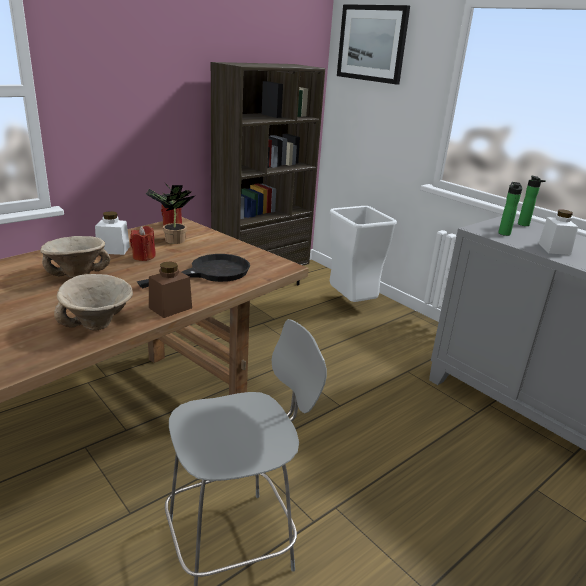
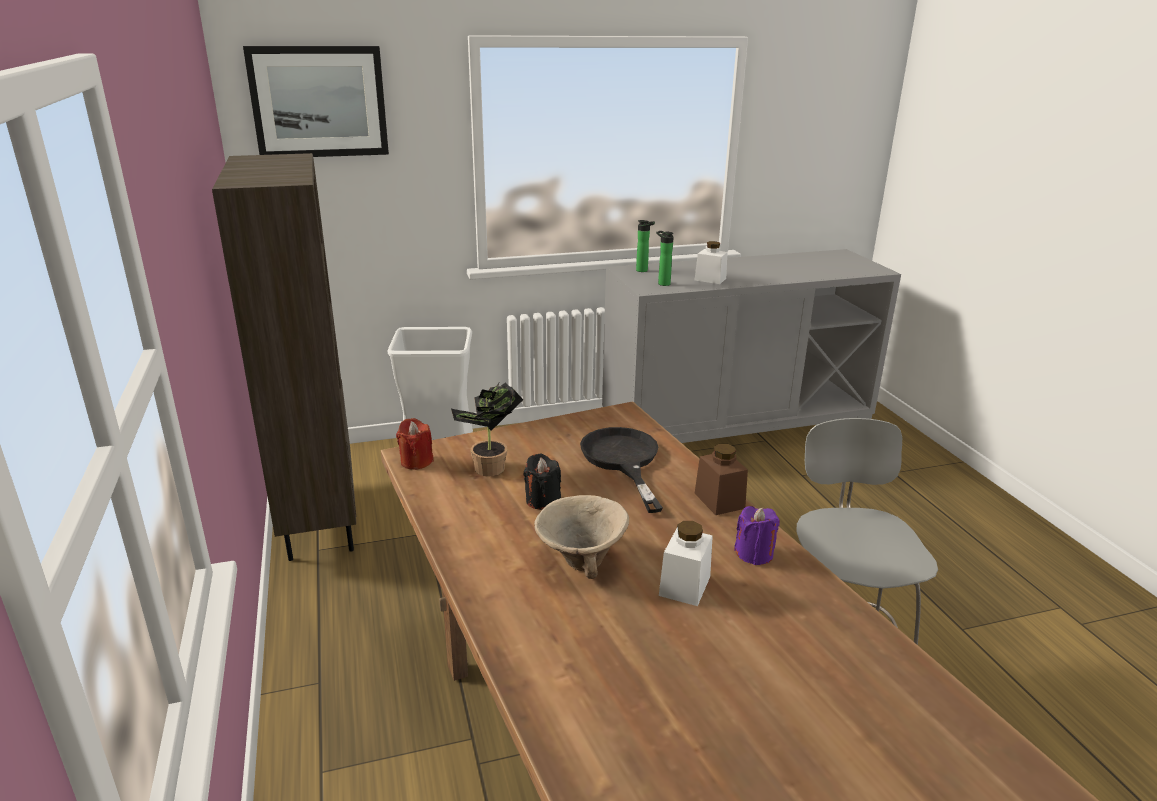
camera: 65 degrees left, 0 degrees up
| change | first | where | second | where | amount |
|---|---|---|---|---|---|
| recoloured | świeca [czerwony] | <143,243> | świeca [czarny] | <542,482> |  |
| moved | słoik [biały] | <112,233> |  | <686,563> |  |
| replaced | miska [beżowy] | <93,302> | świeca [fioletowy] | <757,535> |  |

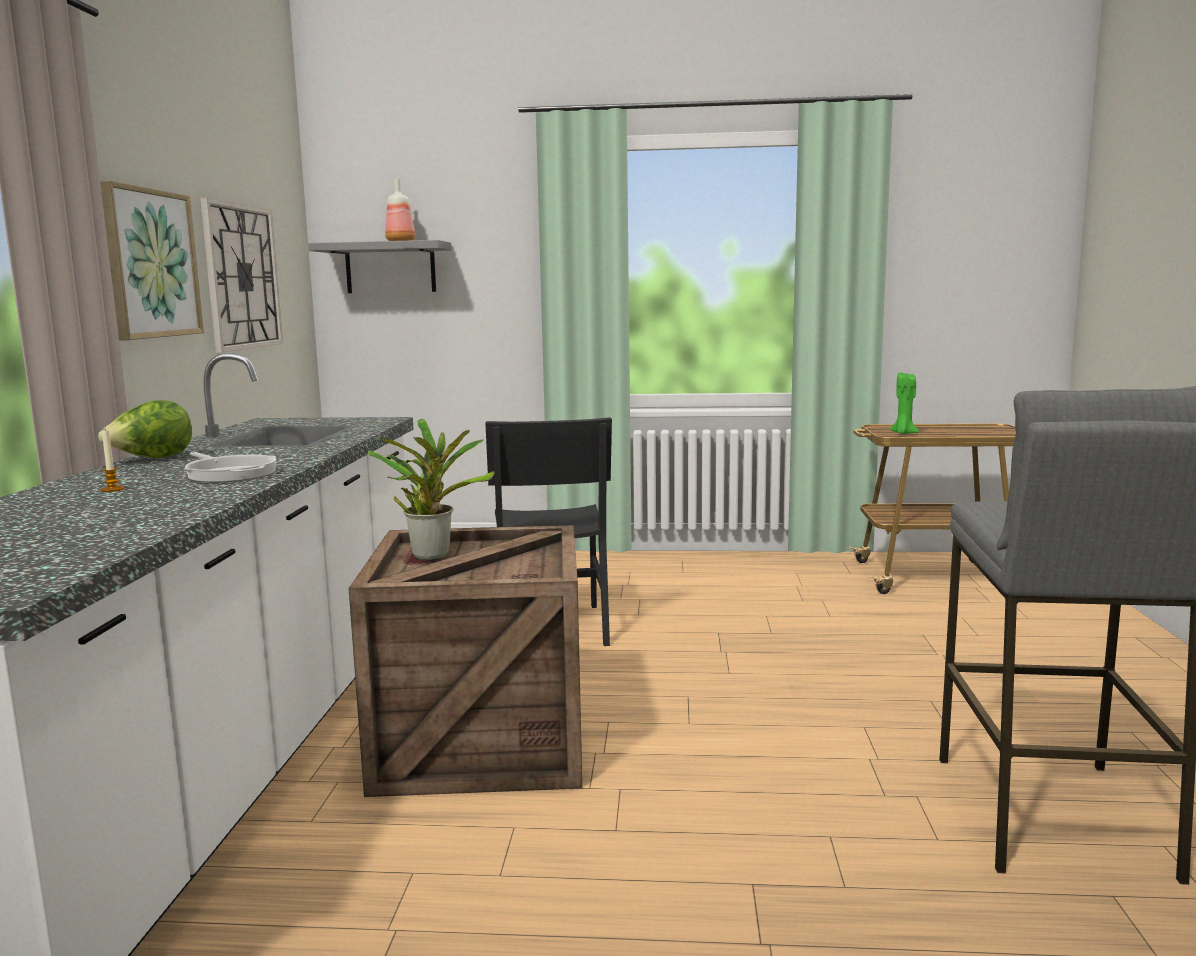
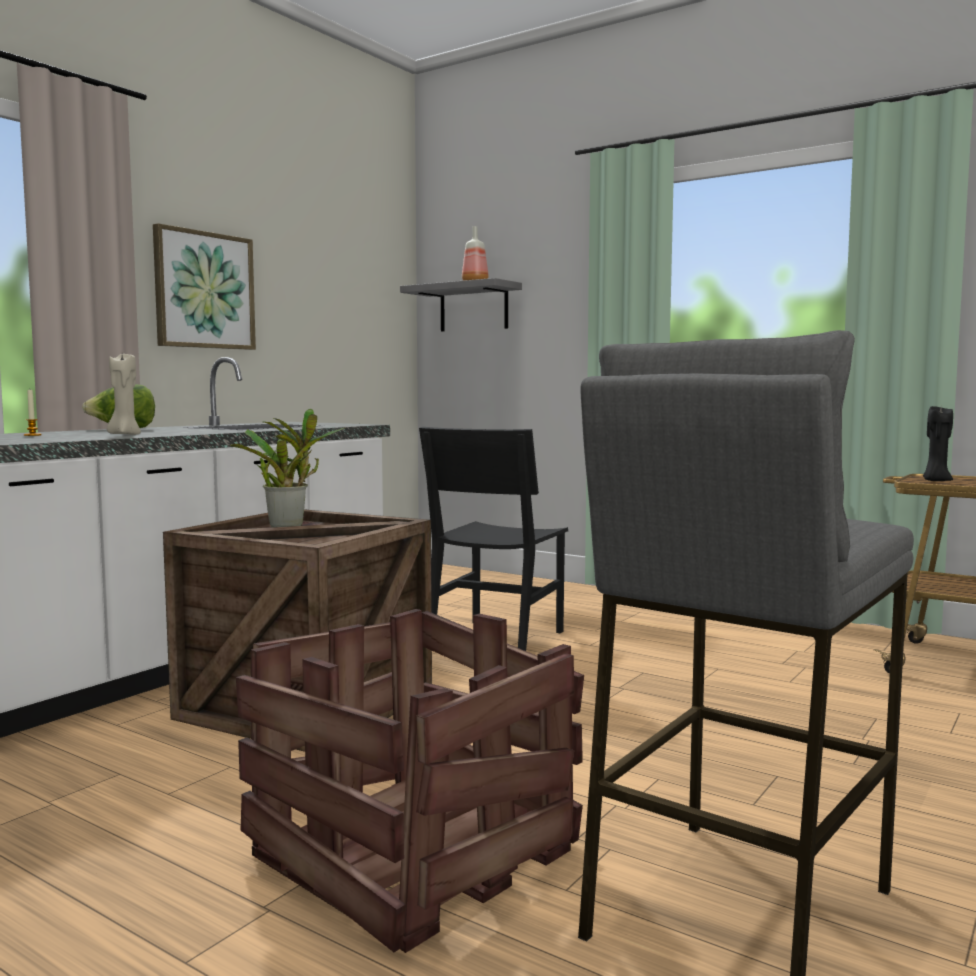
camera: 30 degrees right, 5 degrees down
| change | first | where | second | where | amount |
|---|---|---|---|---|---|
| replaced | patelnia | <230,467> | świeca [beżowy] | <124,394> |  |
| added |  |  | skrzynka | <410,781> |  |
| recoloured | świeca [zielony] | <904,403> | świeca [czarny] | <938,443> |  |
| removed | zegar ścienny | <241,275> |  |  |  |

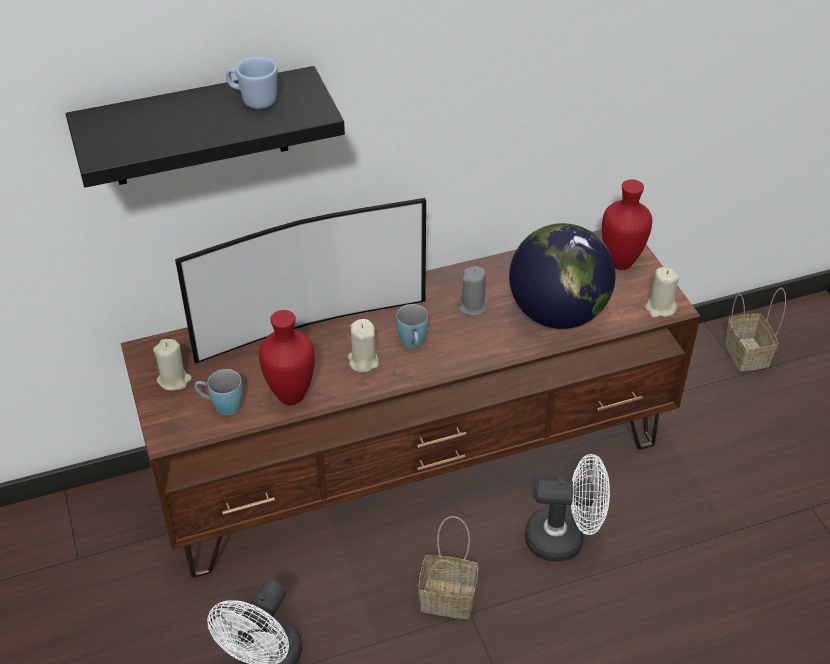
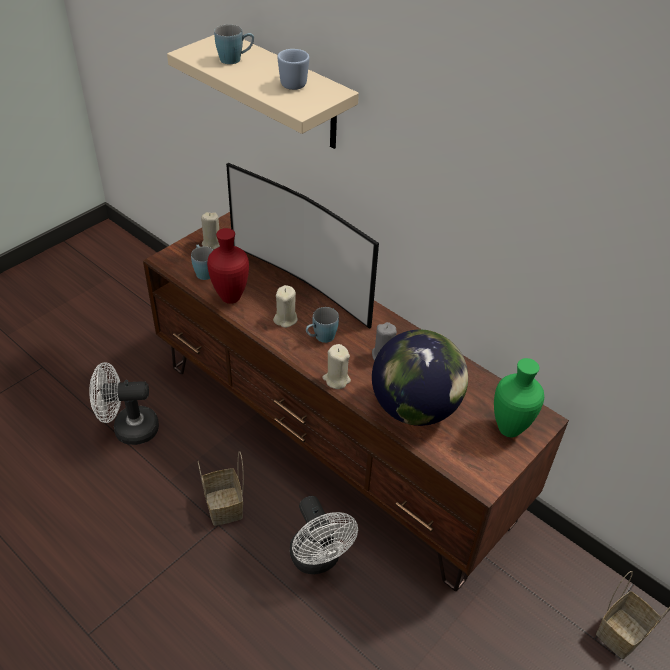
camera: 60 degrees right, 0 degrees up
| change | first | where | second | where | amount |
|---|---|---|---|---|---|
| recoloured | półka [czarny] | <205,127> | półka [beżowy] | <263,92> |  |
| added |  |  | kubek [niebieski] | <234,44> |  |
| moved | świeca [beżowy] | <662,292> |  | <336,366> |  |
| recoloured | wazon [czerwony] | <627,224> | wazon [zielony] | <519,397> |  |

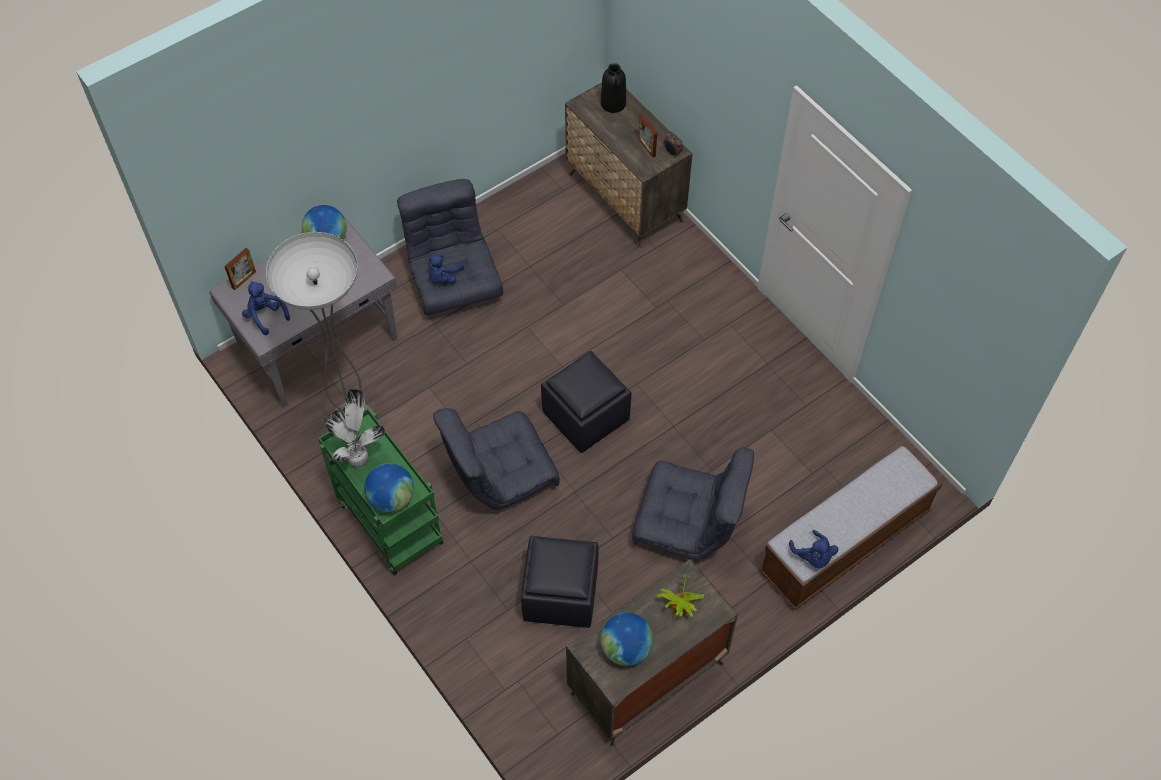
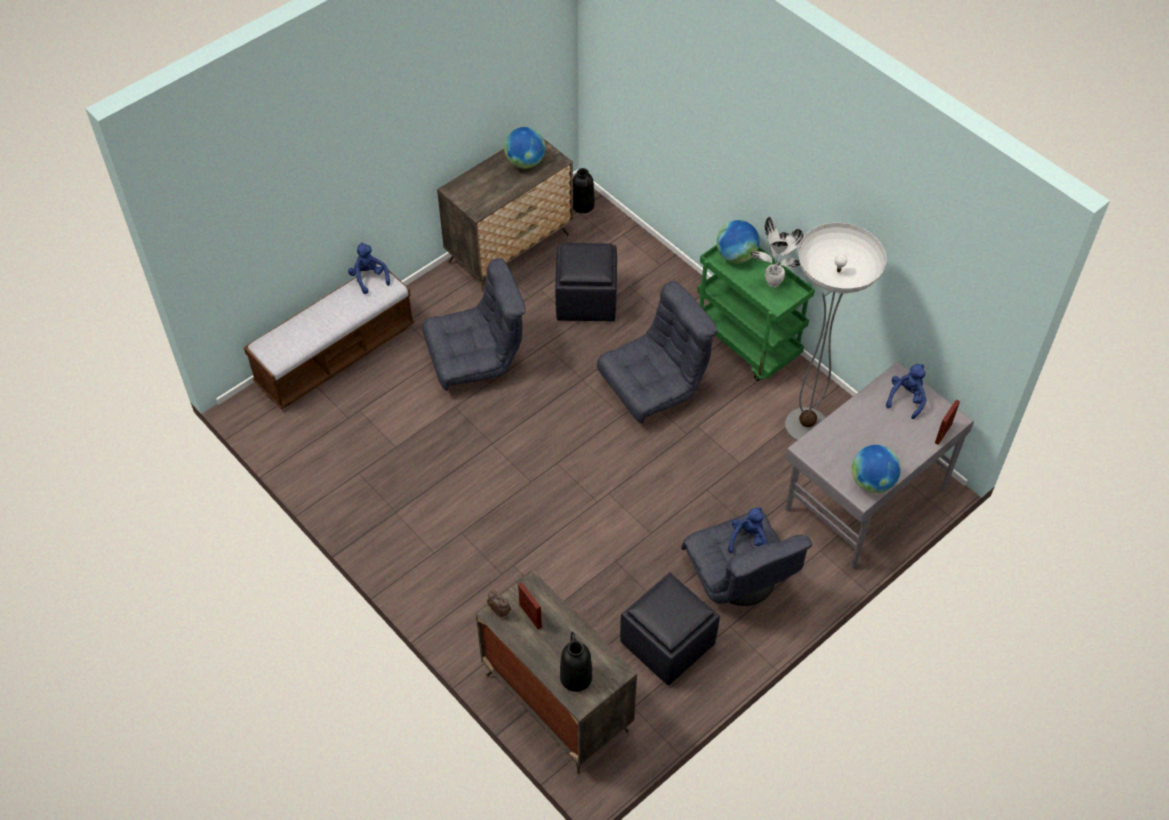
camera: 175 degrees right, 5 degrees down
| change | first | where | second | where | amount |
|---|---|---|---|---|---|
| turned | fotel [szary] | <693,503> |  | <474,324> | 150 degrees clockwise |
| added |  |  | wazon [czarny] | <584,190> |  |
| moved | pufa [czarny] | <586,402> |  | <670,629> |  |
| turned | pluszak [niebieski] | <266,308> |  | <906,391> | 105 degrees counterclockwise |
| removed | roślina doniczkowa | <680,595> |  |  |  |

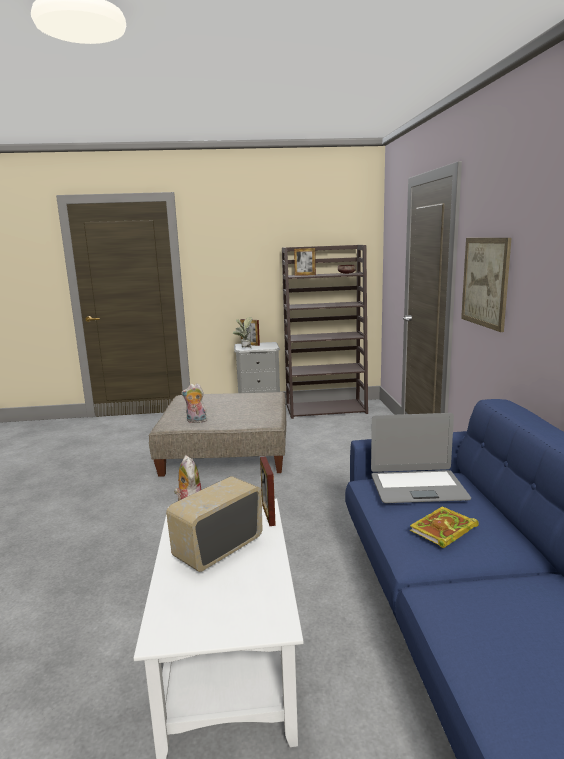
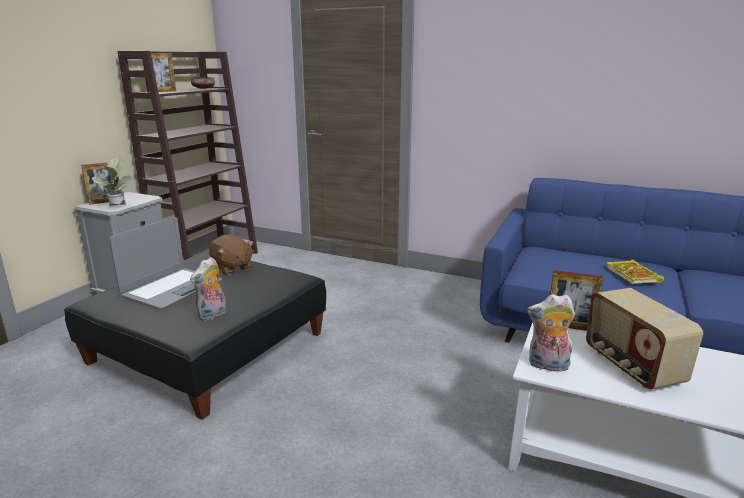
camera: 60 degrees left, 5 degrees up
| change | first | where | second | where | amount |
|---|---|---|---|---|---|
| recoloured | pufa [beżowy] | <217,434> | pufa [czarny] | <195,335> |  |
| moved | laptop | <421,458> |  | <165,263> |  |
| added |  |  | pluszak [brązowy] | <231,255> |  |
| removed | obraz | <486,285> |  |  |  |

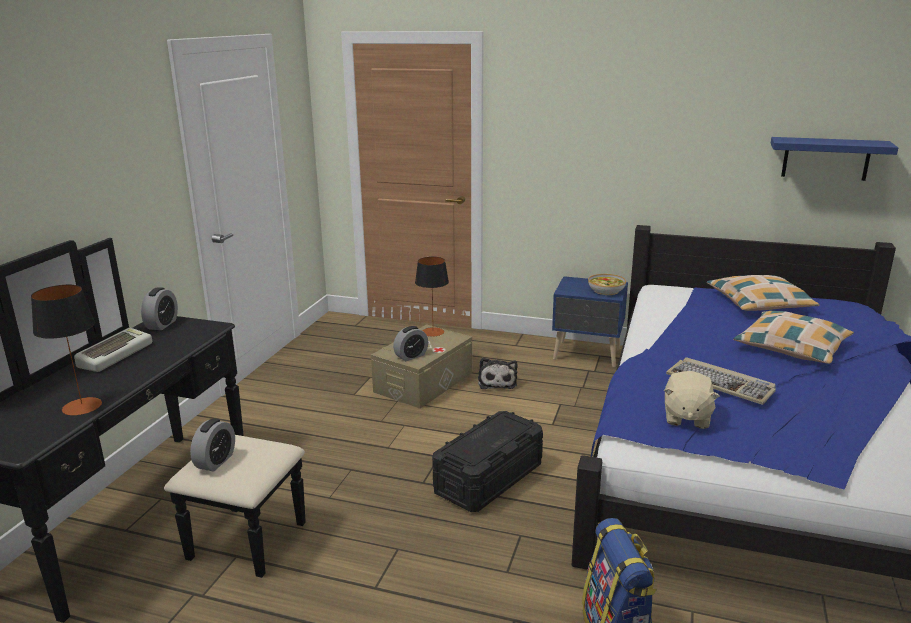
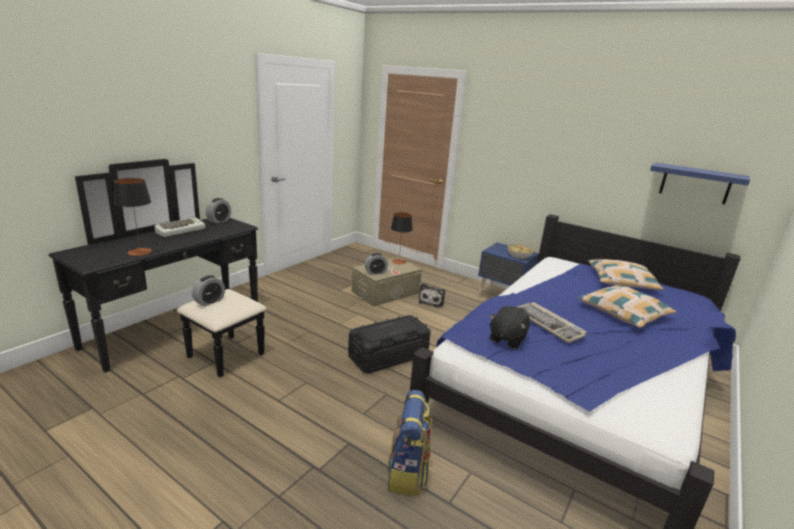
camera: 15 degrees right, 0 degrees up
| change | first | where | second | where | amount |
|---|---|---|---|---|---|
| recoloured | pluszak [beżowy] | <692,400> | pluszak [czarny] | <509,327> |  |

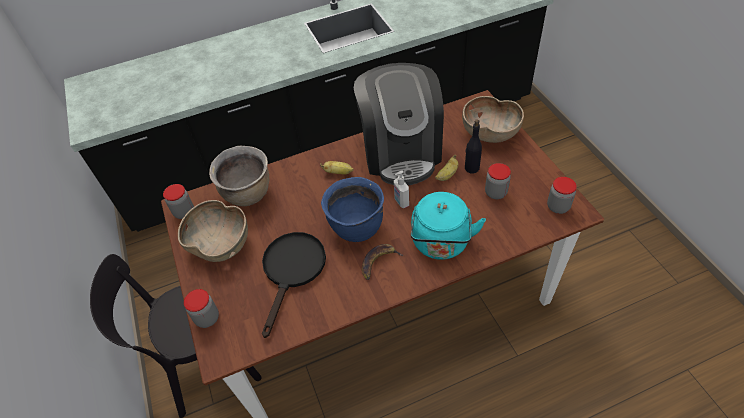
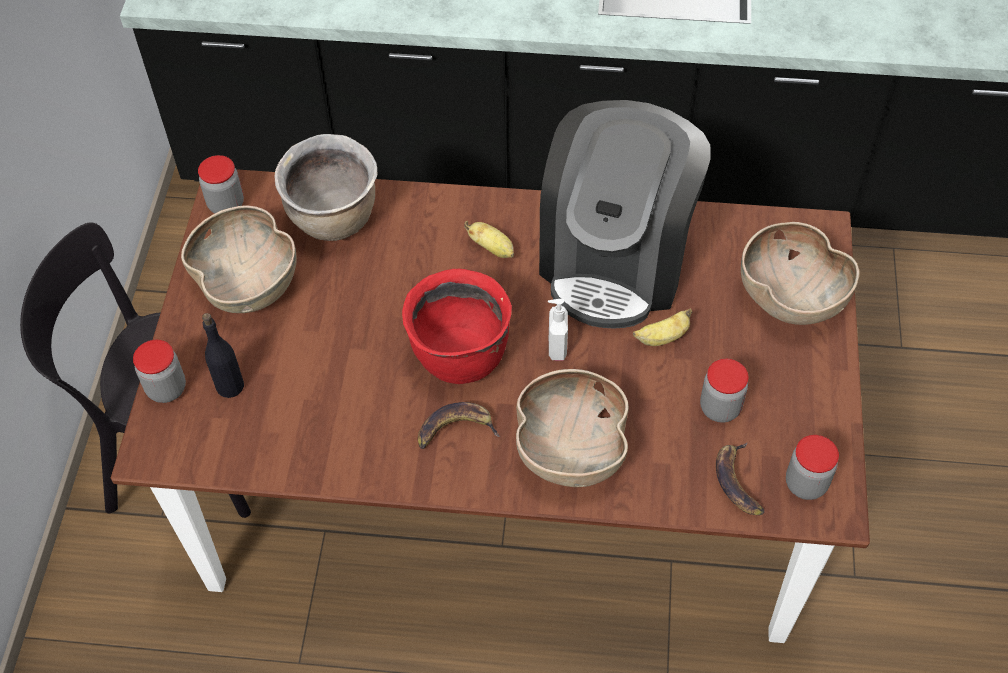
camera: 25 degrees right, 5 degrees up
| change | first | where | second | where | amount |
|---|---|---|---|---|---|
| moved | butelka [czarny] | <473,147> |  | <223,355> |  |
| recoloured | garnek [niebieski] | <352,209> | garnek [czerwony] | <457,326> |  |
| replaced | czajnik [turkusowy] | <448,226> | miska [brązowy] | <572,428> |  |
| added |  |  | banan | <740,479> |  |
| removed | patelnia [czarny] | <294,285> |  |  |  |

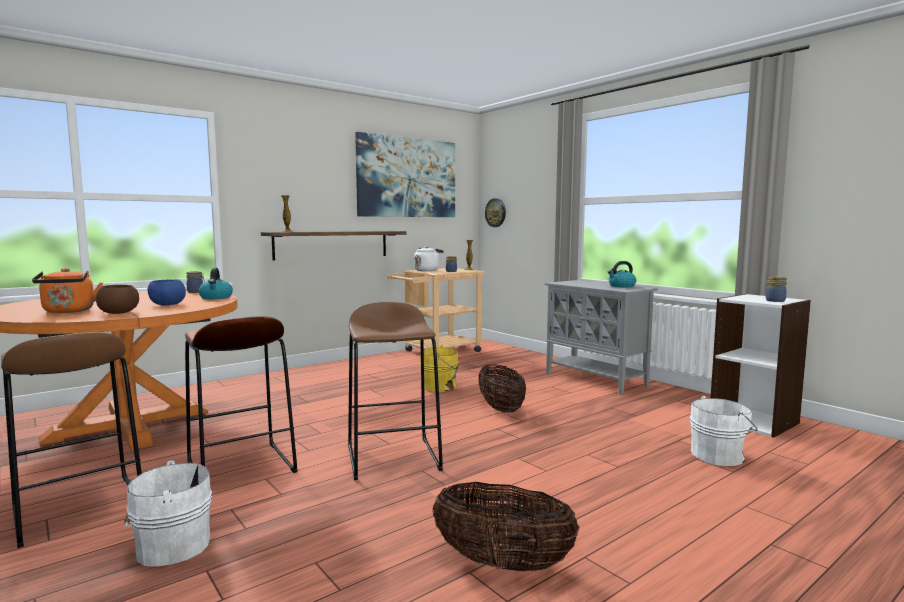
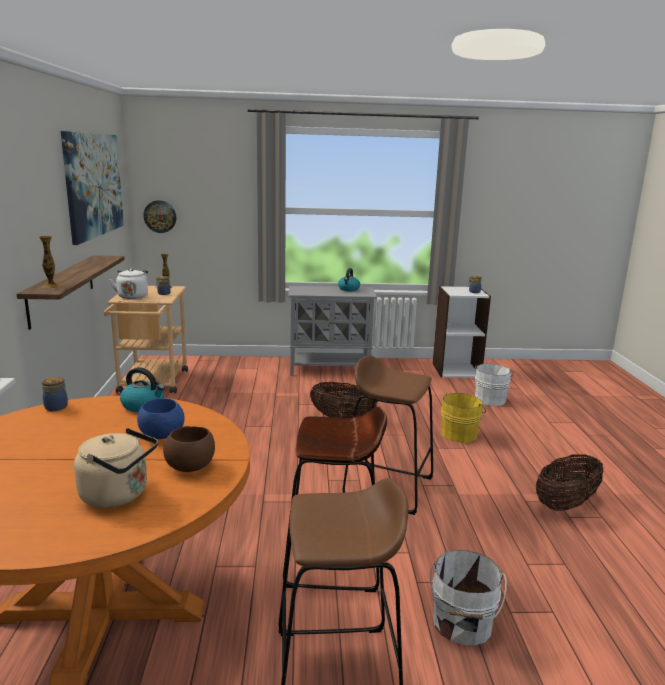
camera: 55 degrees left, 10 degrees up
| change | first | where | second | where | amount |
|---|---|---|---|---|---|
| recoloured | czajnik [pomarańczowy] | <67,290> | czajnik [beżowy] | <116,468> |  |
| moved | wiadro [żółty] | <442,369> |  | <463,418> |  |

